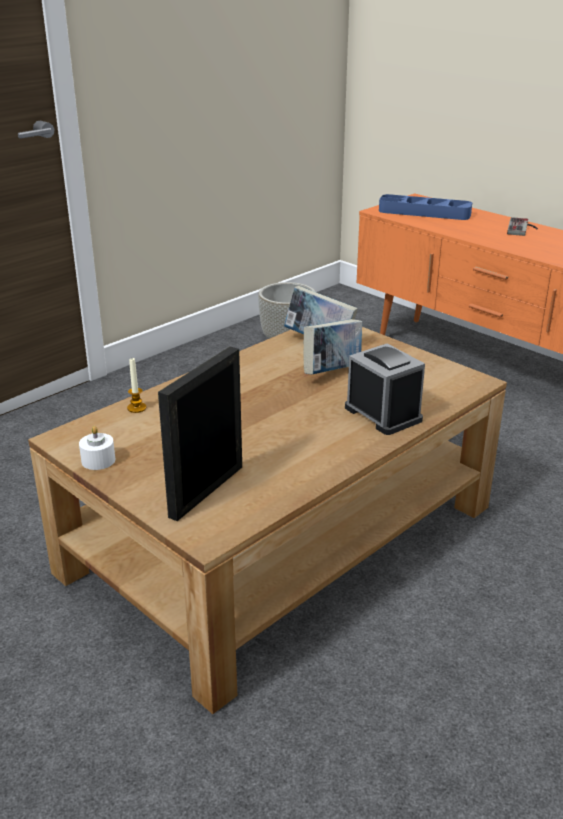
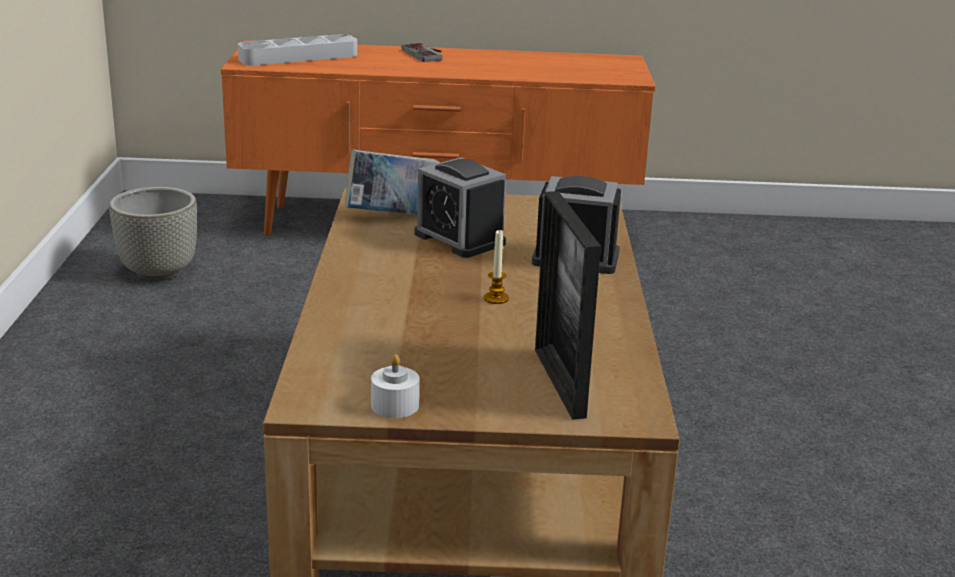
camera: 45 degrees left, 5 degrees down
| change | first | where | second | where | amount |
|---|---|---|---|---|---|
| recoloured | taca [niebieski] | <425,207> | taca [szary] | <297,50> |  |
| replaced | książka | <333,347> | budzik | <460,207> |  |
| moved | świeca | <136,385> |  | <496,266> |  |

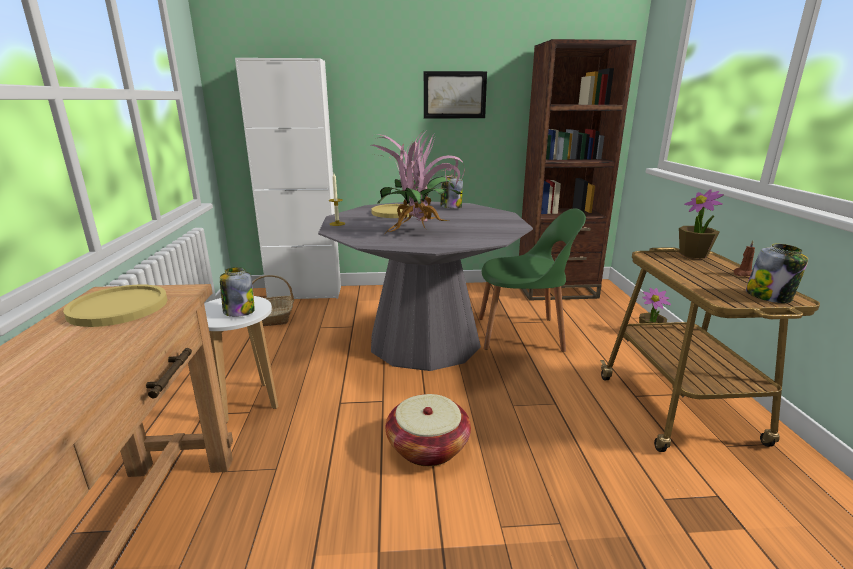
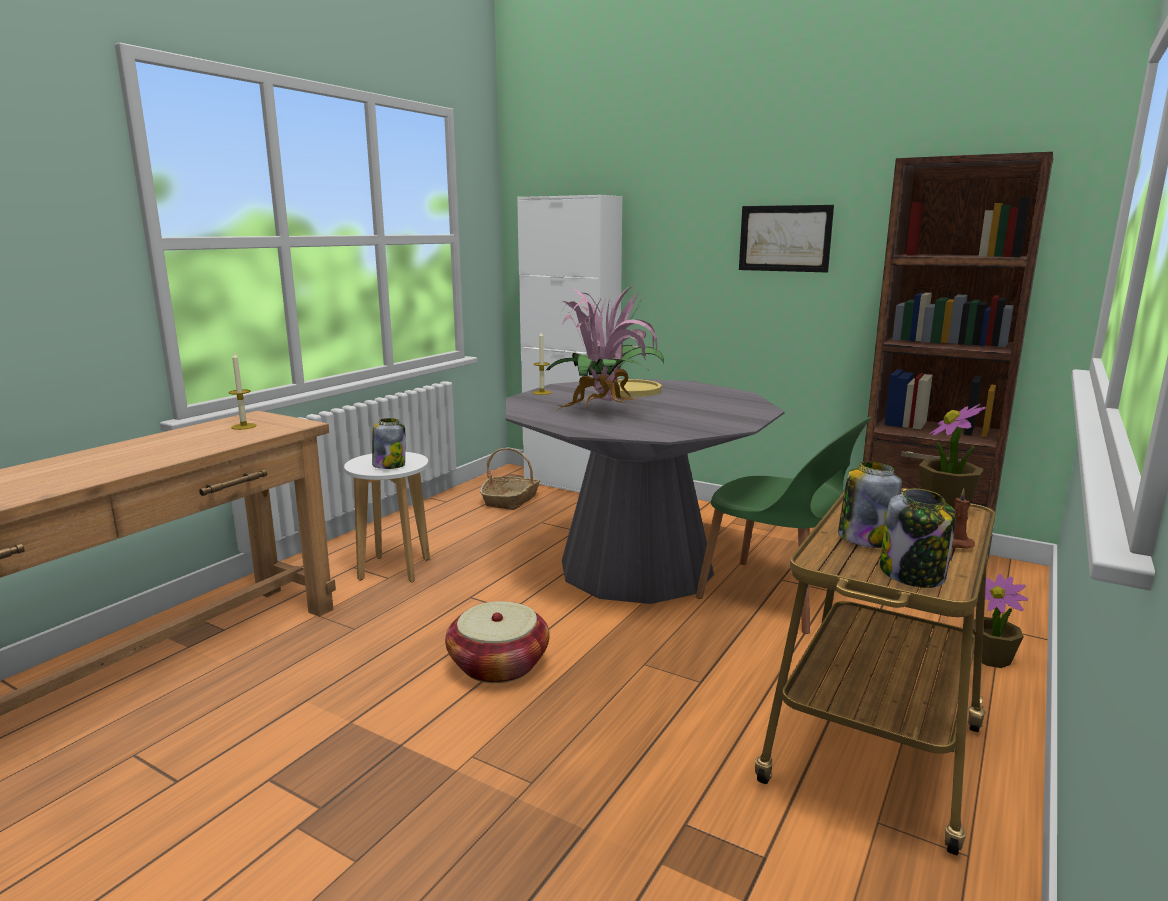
camera: 35 degrees right, 5 degrees down
| change | first | where | second | where | amount |
|---|---|---|---|---|---|
| replaced | talerz [żółty] | <115,305> | świeca | <242,391> |  |
| moved | słoik | <451,191> |  | <870,505> |  |

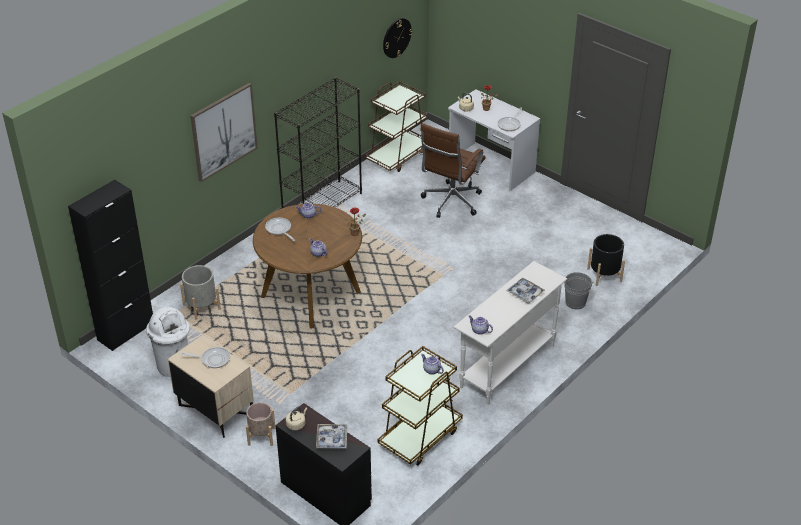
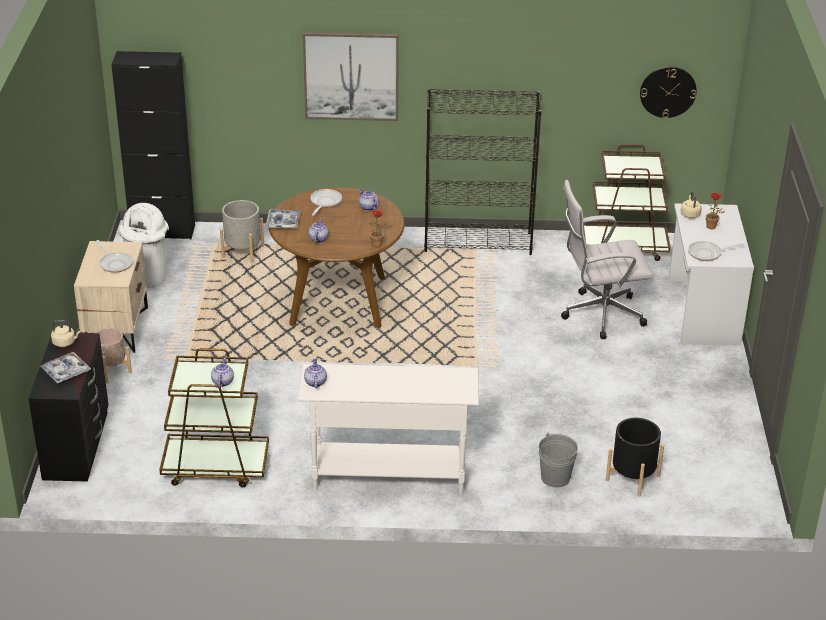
camera: 50 degrees right, 5 degrees down
| change | first | where | second | where | amount |
|---|---|---|---|---|---|
| moved | taca | <525,290> |  | <283,219> |  |
| recoloured | krzesło biurowe [brązowy] | <452,170> | krzesło biurowe [biały] | <607,259> |  |

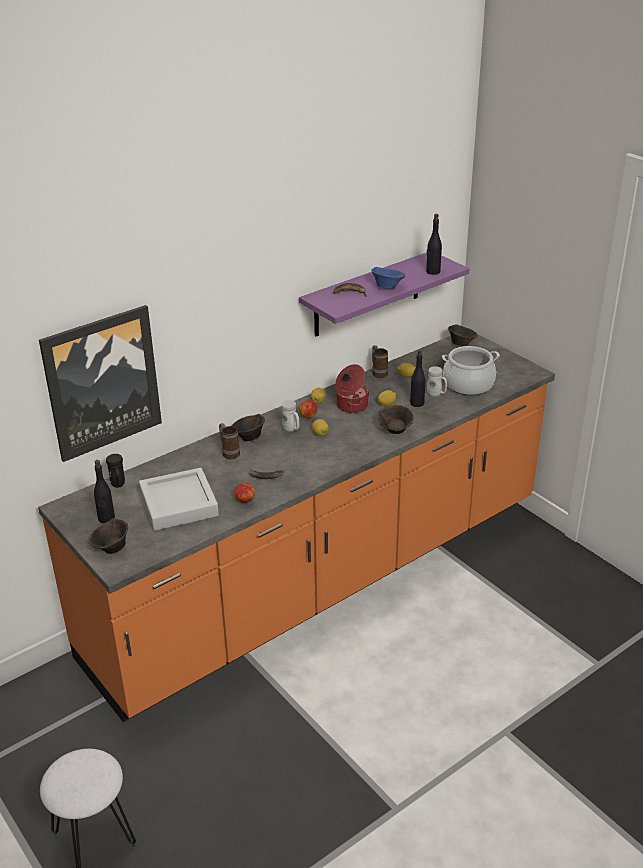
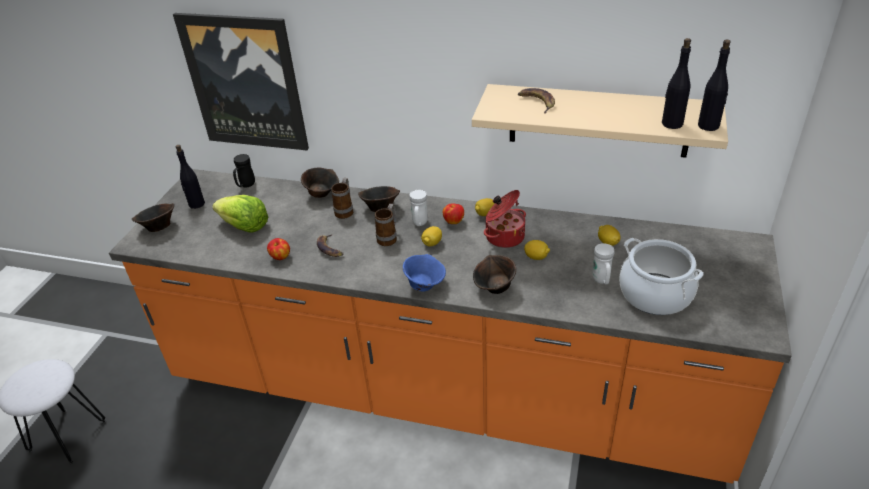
camera: 55 degrees right, 5 degrees up
| change | first | where | second | where | amount |
|---|---|---|---|---|---|
| replaced | taca [szary] | <179,499> | sałata | <240,213> |  |
| moved | miska [brązowy] | <463,335> |  | <320,183> |  |
| moved | kubek | <380,361> |  | <386,225> |  |
| moved | miska [niebieski] | <388,278> |  | <424,273> |  |
| recoloured | półka [fioletowy] | <384,294> | półka [beżowy] | <600,121> |  |
| moved | butelka [czarny] | <418,378> |  | <714,85> |  |

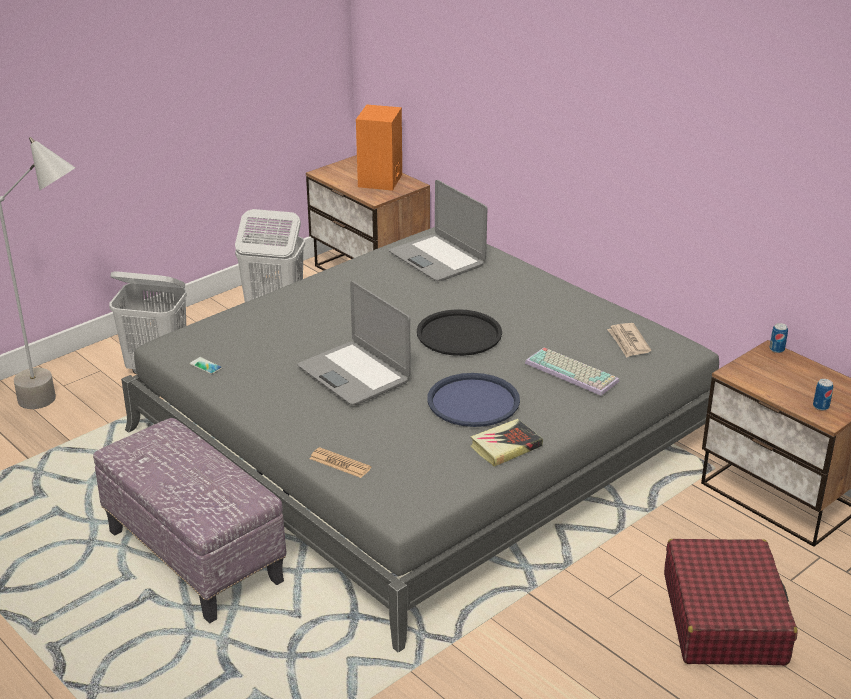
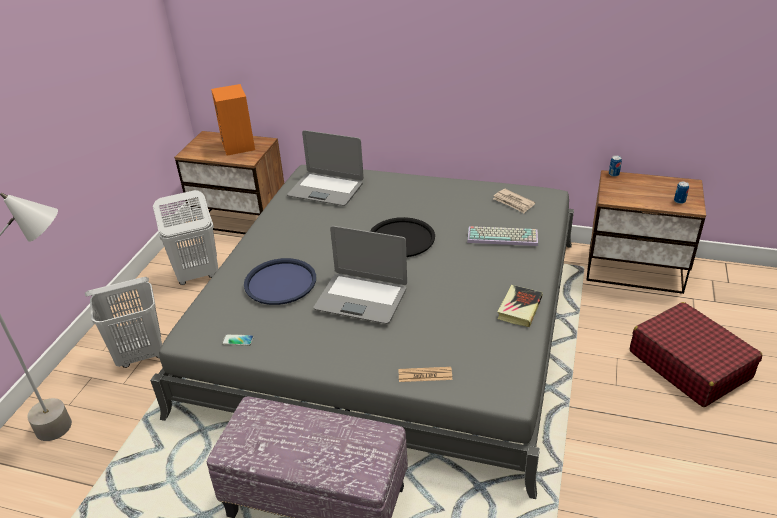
camera: 30 degrees left, 5 degrees up
| change | first | where | second | where | amount |
|---|---|---|---|---|---|
| moved | taca [niebieski] | <473,400> |  | <280,281> |  |

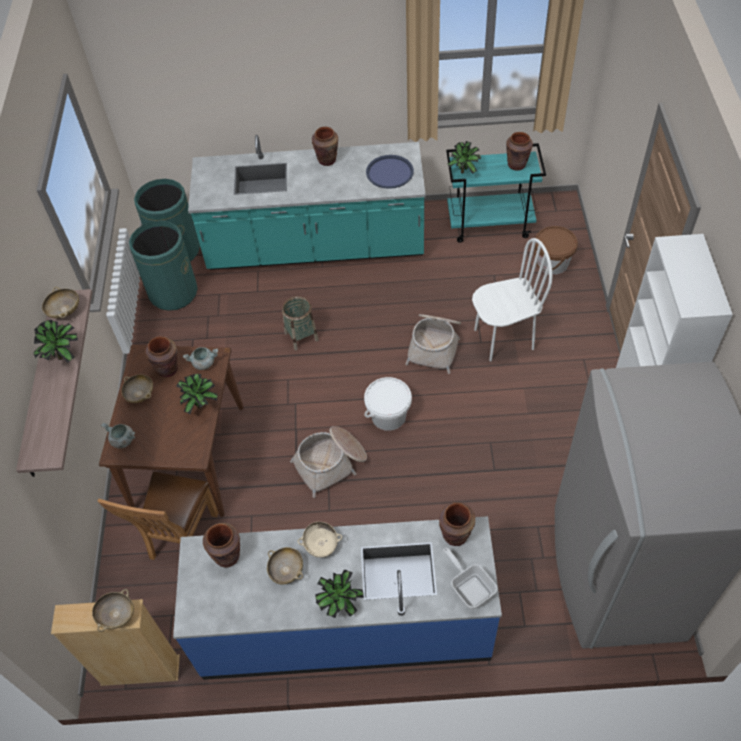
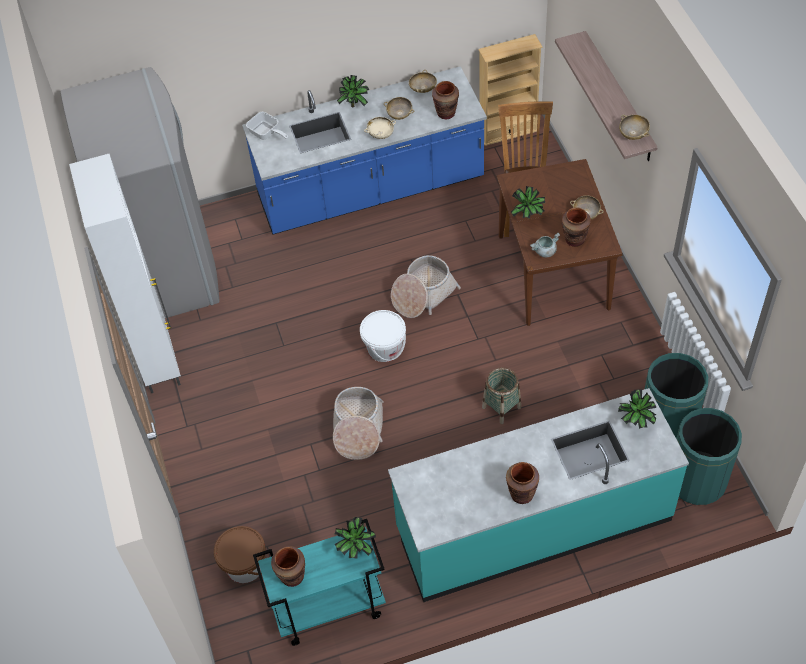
camera: 165 degrees right, 0 degrees up
| change | first | where | second | where | amount |
|---|---|---|---|---|---|
| moved | miska [beżowy] | <113,610> |  | <423,81> |  |
| moved | roślina doniczkowa | <56,341> |  | <637,409> |  |
| removed | garnek [szary] | <118,435> |  |  |  |
| removed | taca [niebieski] | <390,172> |  |  |  |
| removed | wazon [brązowy] | <457,524> |  |  |  |
| removed | krzesło [biały] | <512,299> |  |  |  |

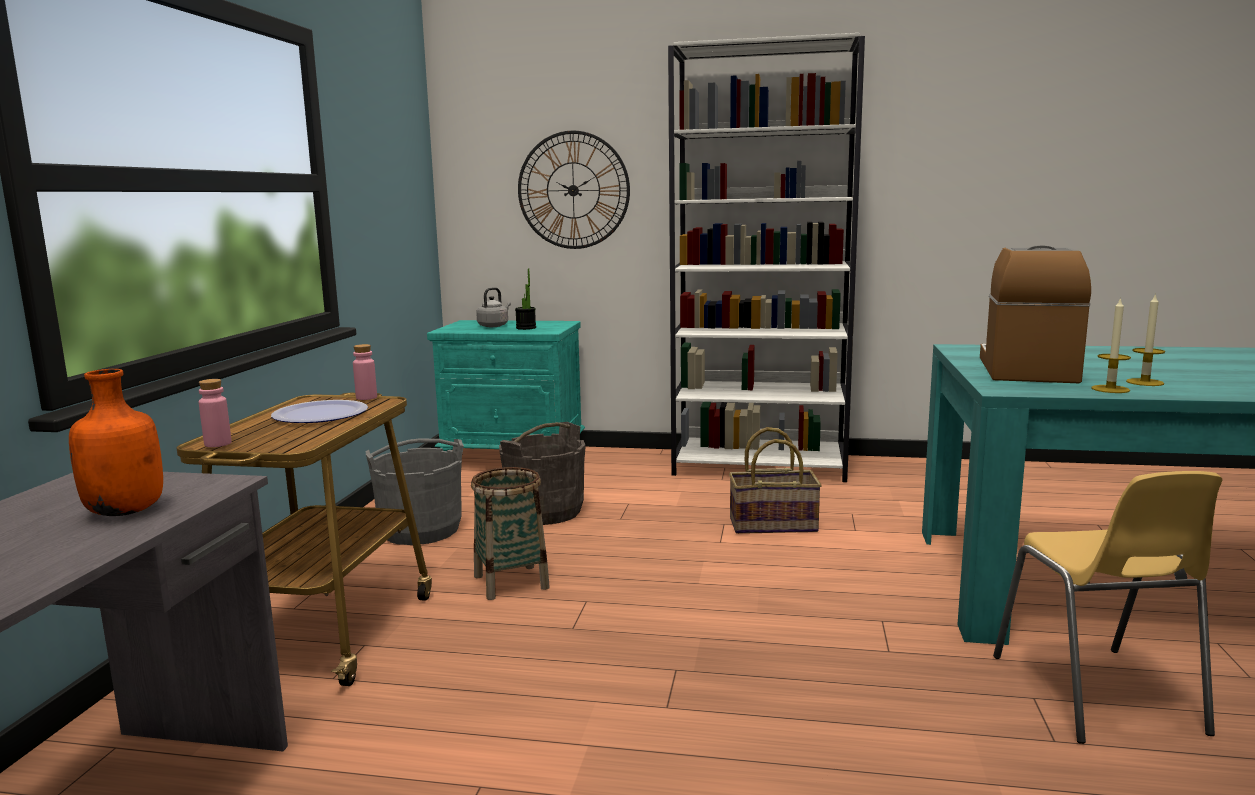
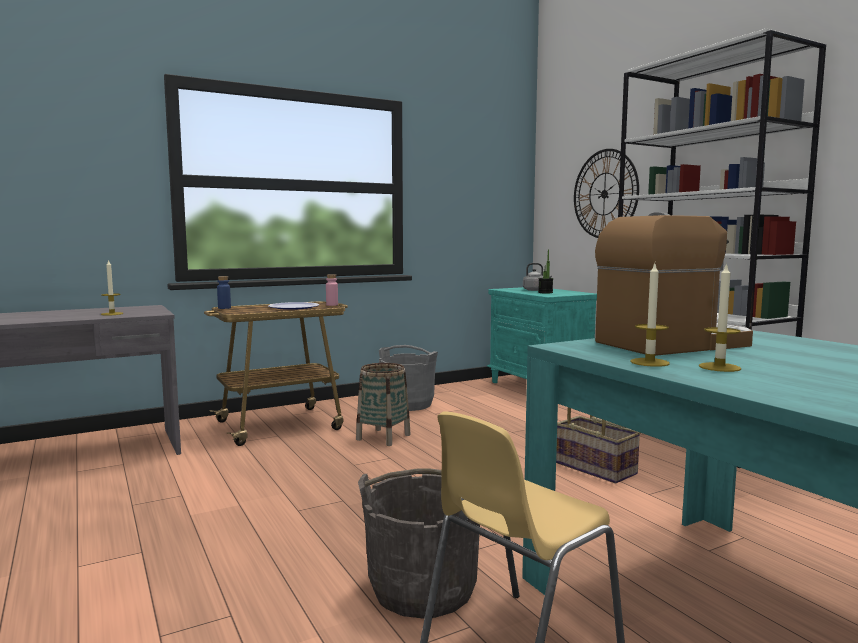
camera: 50 degrees right, 5 degrees down
| change | first | where | second | where | amount |
|---|---|---|---|---|---|
| replaced | butelka [pomarańczowy] | <116,442> | świeca | <112,287> |  |
| recoloured | butelka [różowy] | <215,413> | butelka [niebieski] | <224,292> |  |
| moved | wiadro [szary] | <542,473> |  | <419,543> |  |

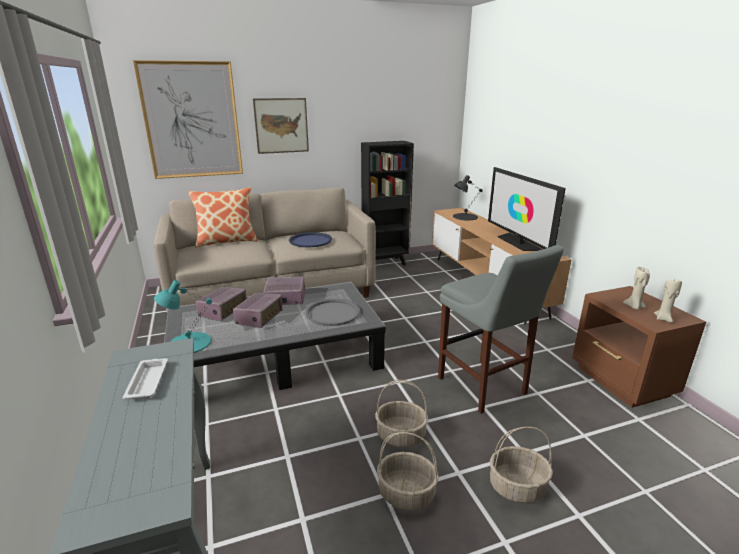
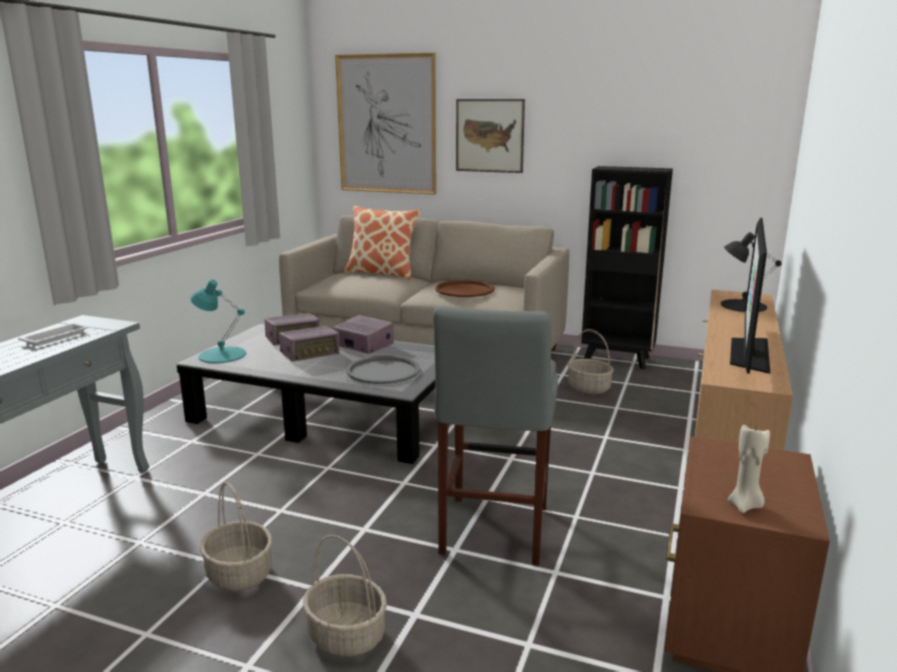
camera: 40 degrees right, 5 degrees down
| change | first | where | second | where | amount |
|---|---|---|---|---|---|
| recoloured | taca [niebieski] | <310,239> | taca [brązowy] | <465,288> |  |
| moved | koszyk | <401,413> |  | <591,361> |  |
| removed | świeca [beżowy] | <636,288> |  |  |  |

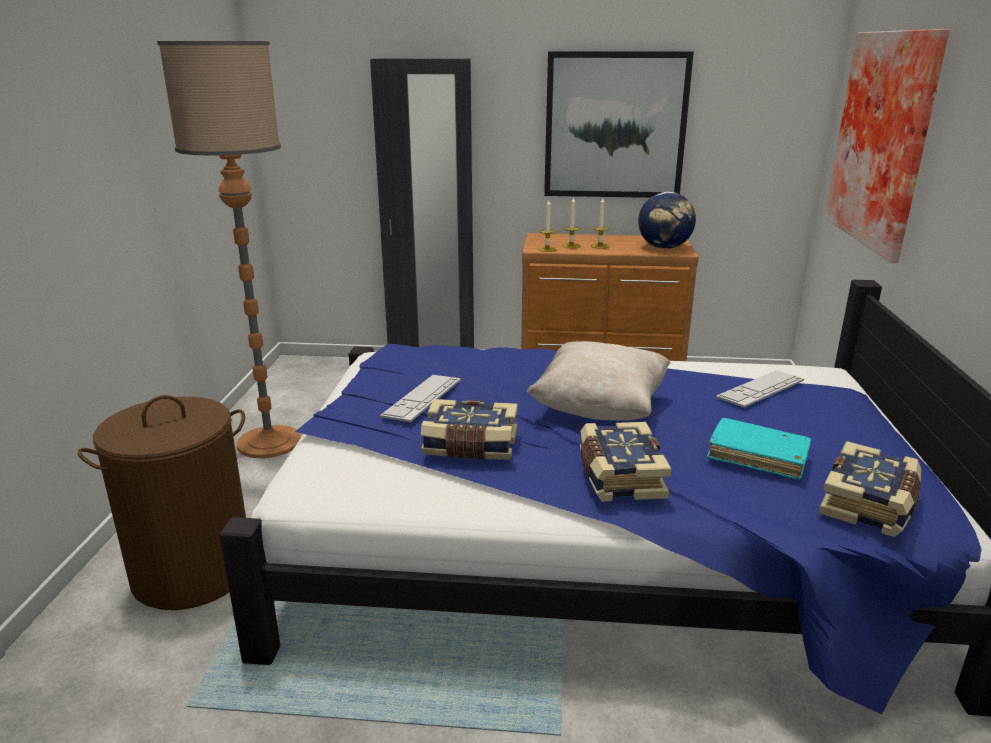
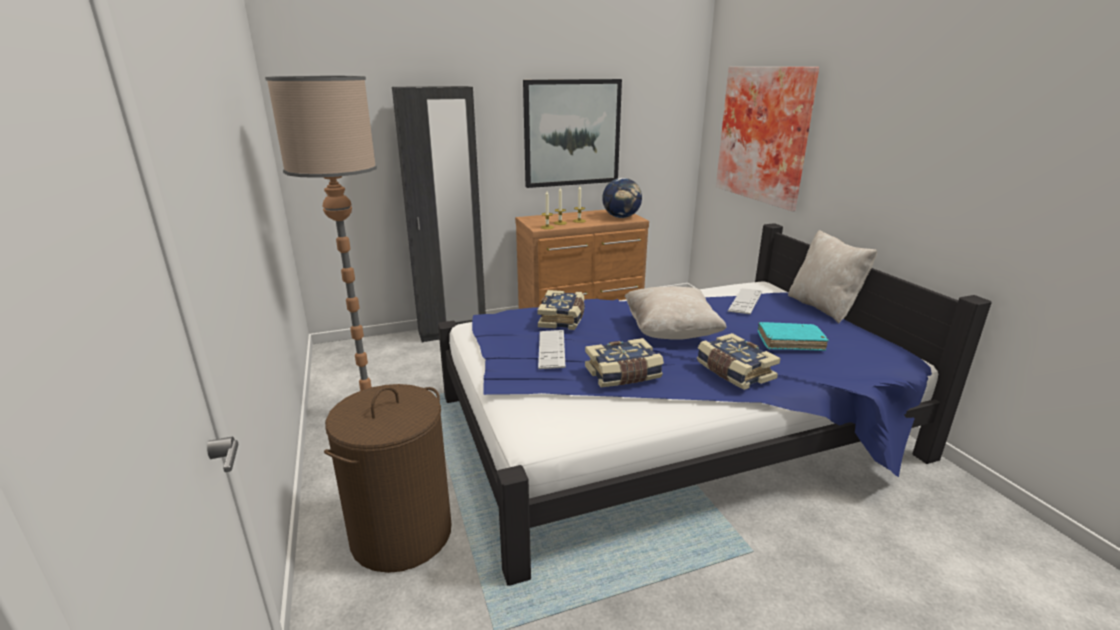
camera: 25 degrees left, 0 degrees up
| change | first | where | second | where | amount |
|---|---|---|---|---|---|
| moved | książka | <869,489> |  | <561,310> |  |
| added |  |  | poduszka [beżowy] | <832,276> |  |

